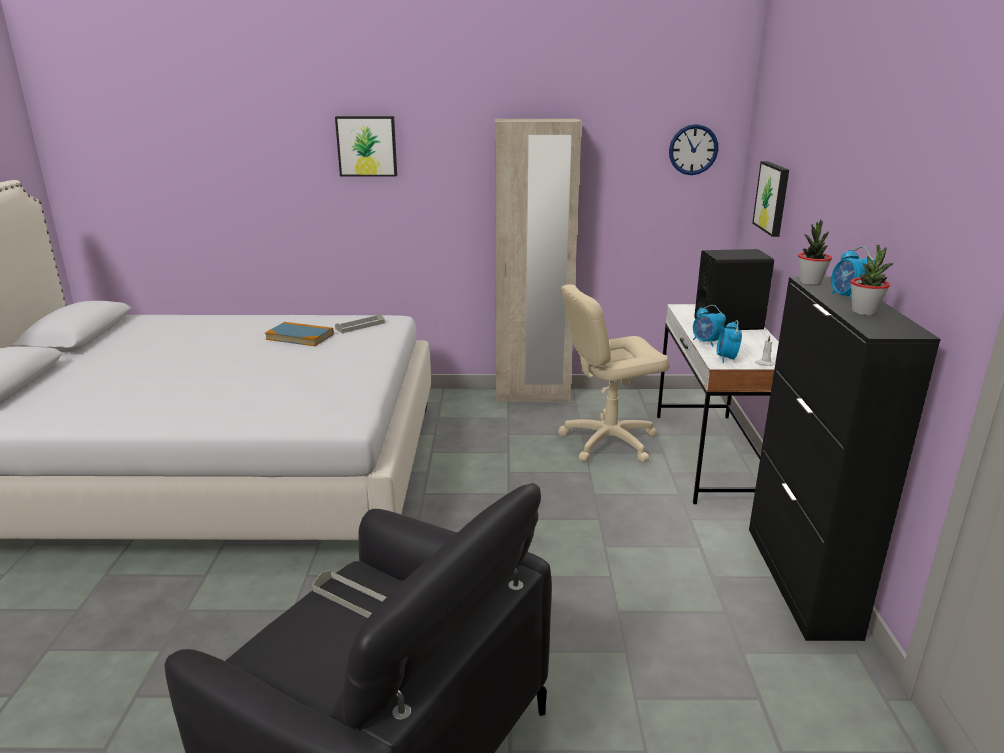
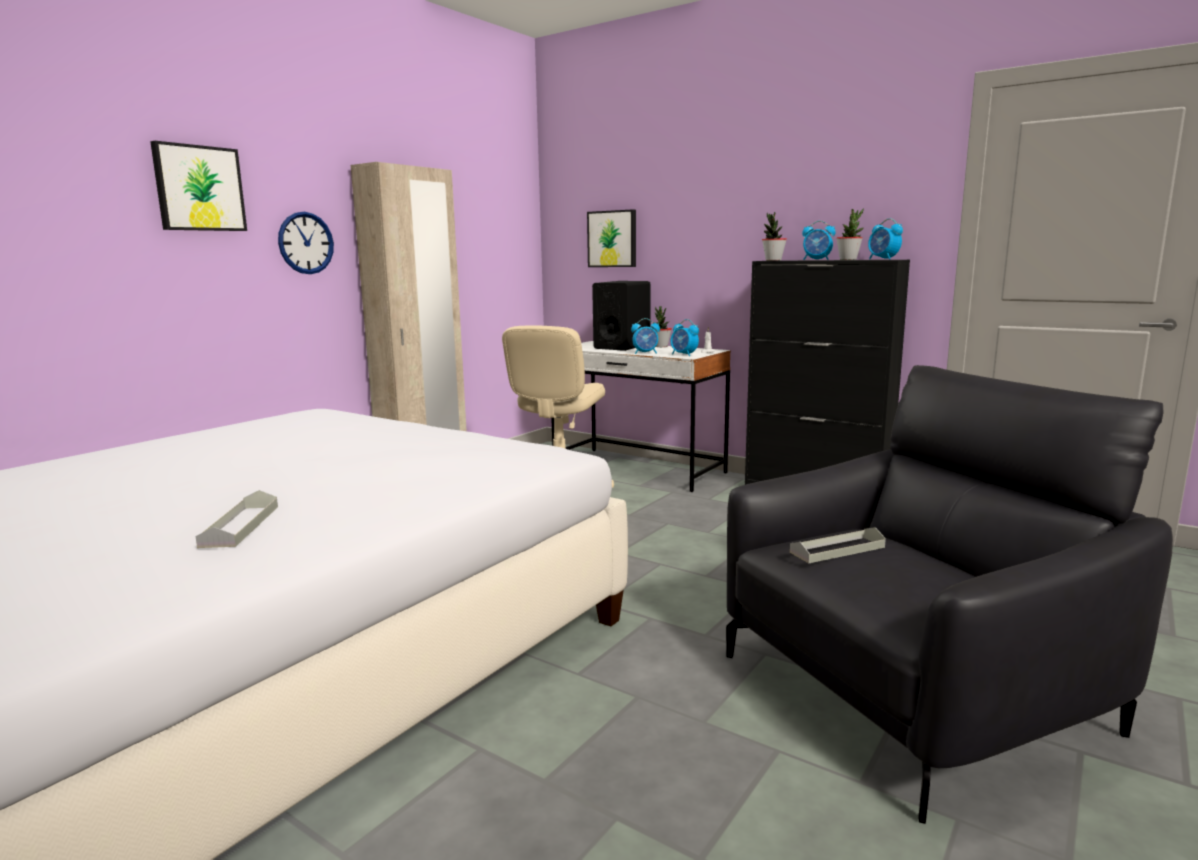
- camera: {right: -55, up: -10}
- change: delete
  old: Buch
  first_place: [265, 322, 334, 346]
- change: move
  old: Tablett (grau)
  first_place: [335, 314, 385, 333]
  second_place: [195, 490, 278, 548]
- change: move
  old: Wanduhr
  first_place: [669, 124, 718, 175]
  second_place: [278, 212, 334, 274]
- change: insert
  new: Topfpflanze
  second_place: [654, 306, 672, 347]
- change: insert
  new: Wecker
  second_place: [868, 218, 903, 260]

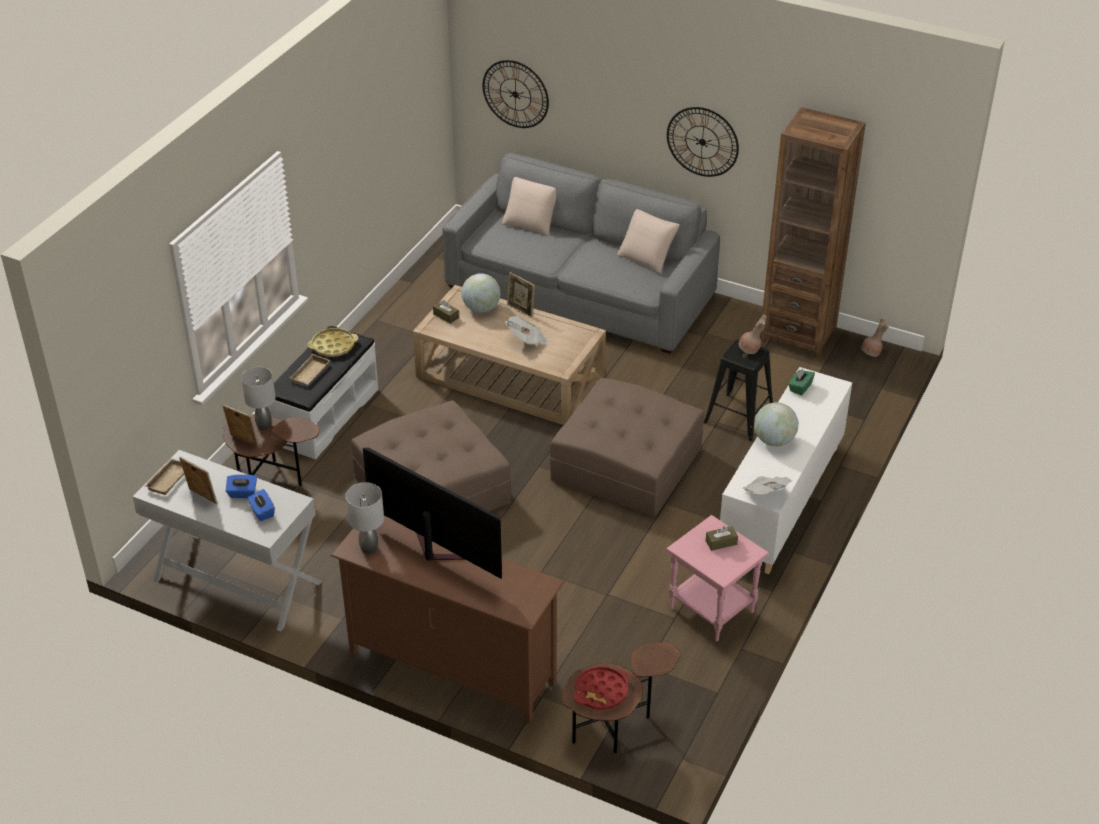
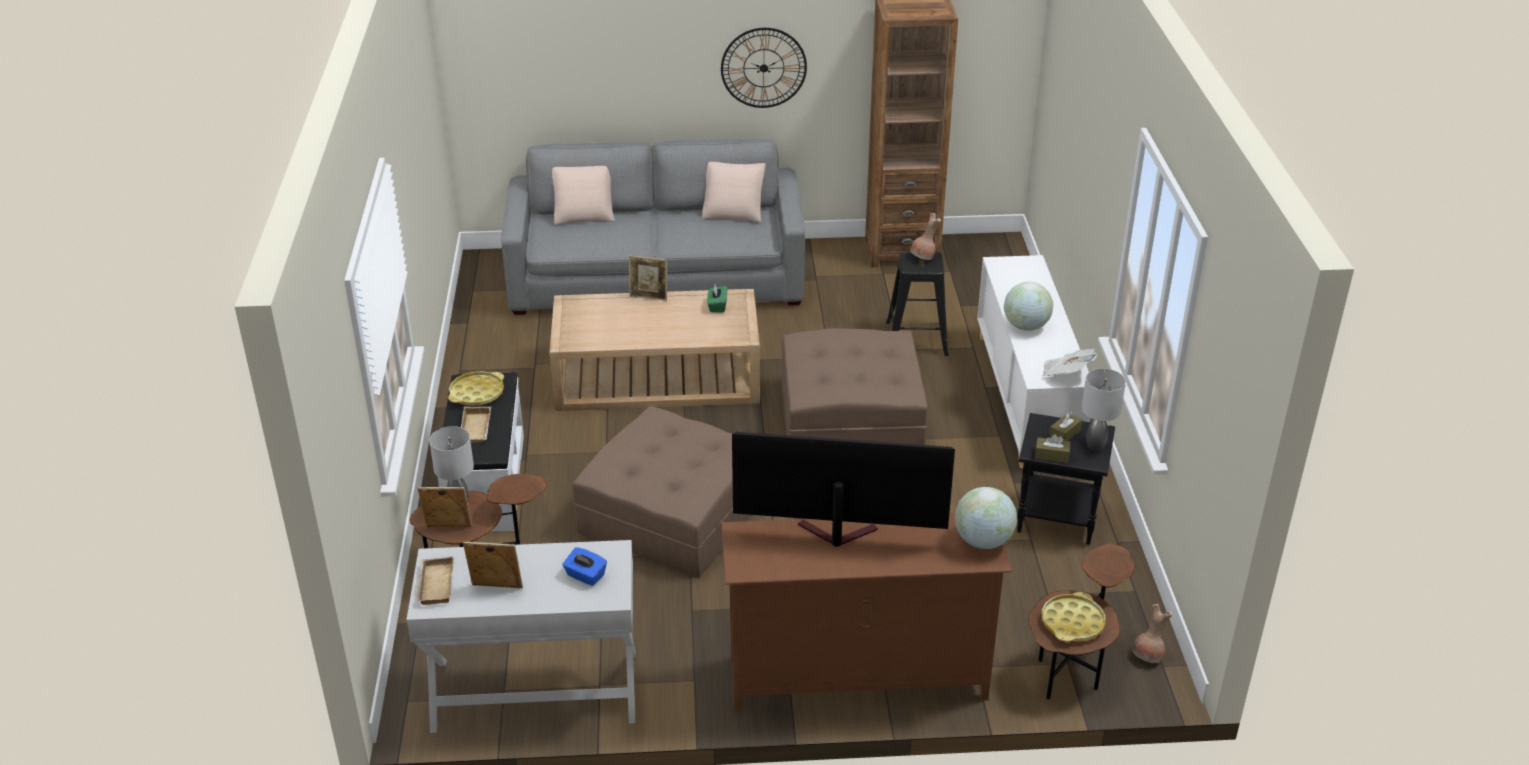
- camera: {right: -30, up: -5}
- change: delete
  old: Taschentuchbox (blau)
  first_place: [226, 474, 257, 498]
- change: move
  old: Tischlampe (grau)
  first_place: [346, 482, 384, 554]
  second_place: [1082, 368, 1126, 451]
- change: move
  old: Taschentuchbox (braun)
  first_place: [433, 300, 459, 324]
  second_place: [1035, 434, 1070, 463]
- change: move
  old: Globus
  first_place: [462, 273, 500, 313]
  second_place: [955, 487, 1017, 549]
- change: delete
  old: Wanduhr
  first_place: [483, 60, 549, 128]
- change: delete
  old: Zeitung
  first_place: [505, 316, 549, 345]
- change: recolor
  old: Tablett (rot)
  new: Tablett (gelb)
  first_place: [573, 666, 629, 710]
  second_place: [1042, 592, 1106, 642]
- change: recolor
  old: Beistelltisch (rosa)
  new: Beistelltisch (schwarz)
  first_place: [666, 515, 769, 641]
  second_place: [1017, 413, 1115, 545]
- change: move
  old: Taschentuchbox (grün)
  first_place: [788, 368, 815, 395]
  second_place: [707, 285, 727, 313]
- change: move
  old: Vase (braun)
  first_place: [861, 318, 889, 357]
  second_place: [1132, 604, 1173, 663]

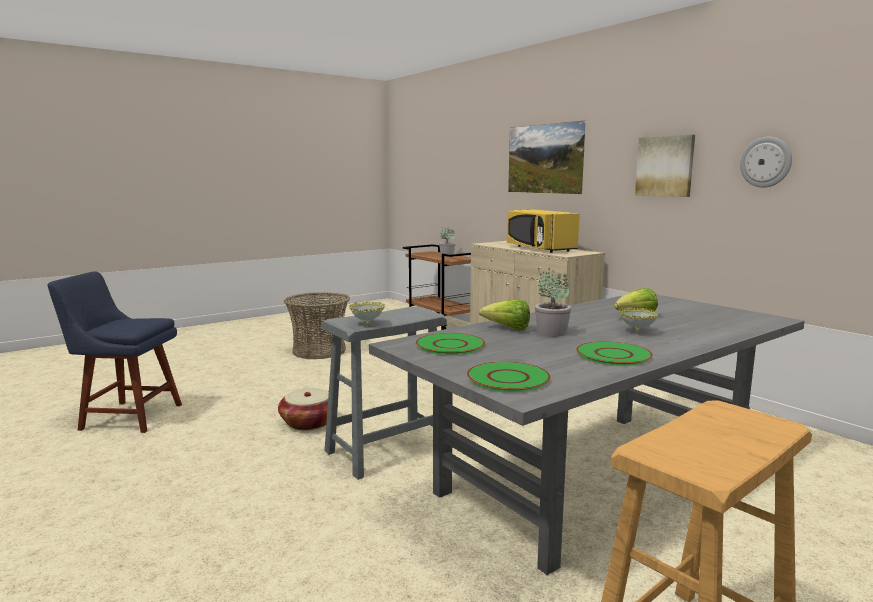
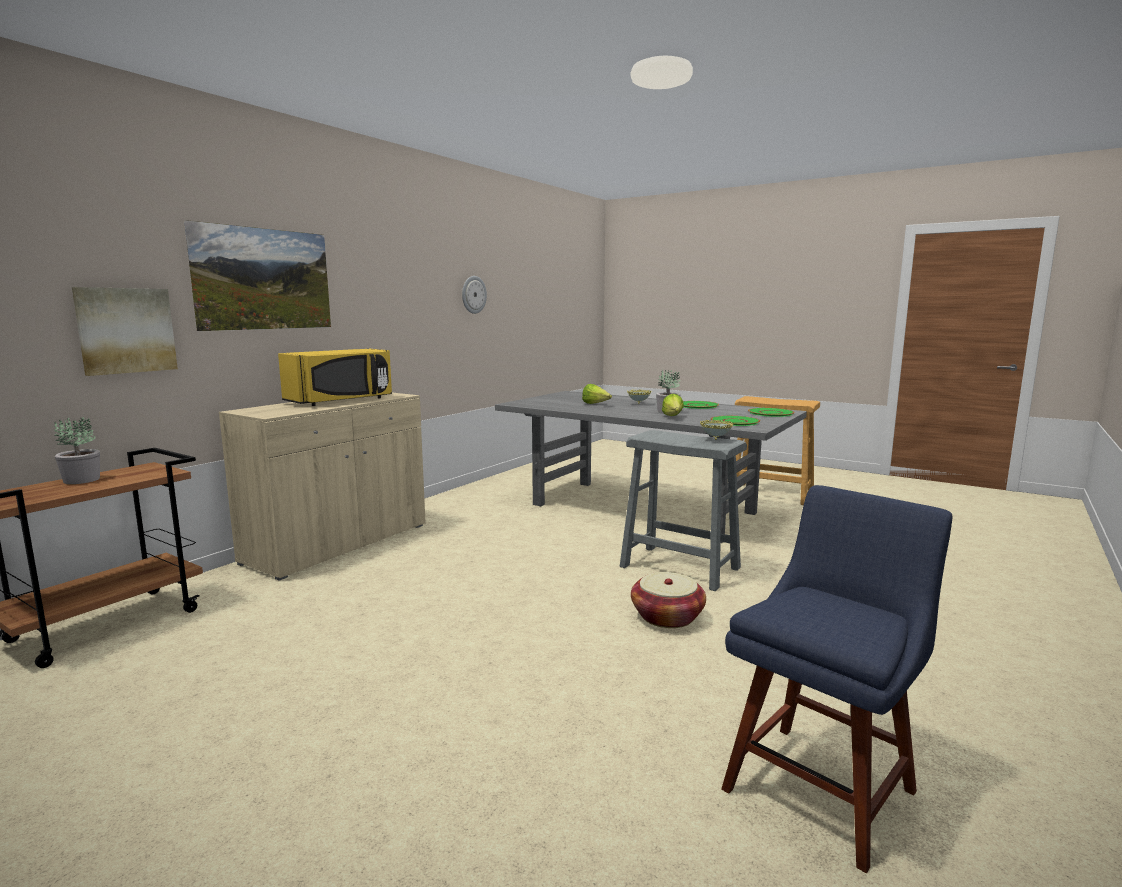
- camera: {right: -110, up: 0}
- change: rotate
  old: Stuhl (blau)
  first_place: [48, 272, 182, 433]
  second_place: [721, 485, 952, 873]
  degrees: -120
- change: delete
  old: Korb
  first_place: [284, 292, 350, 359]
- change: move
  old: Bild
  first_place: [635, 135, 695, 197]
  second_place: [72, 287, 178, 376]

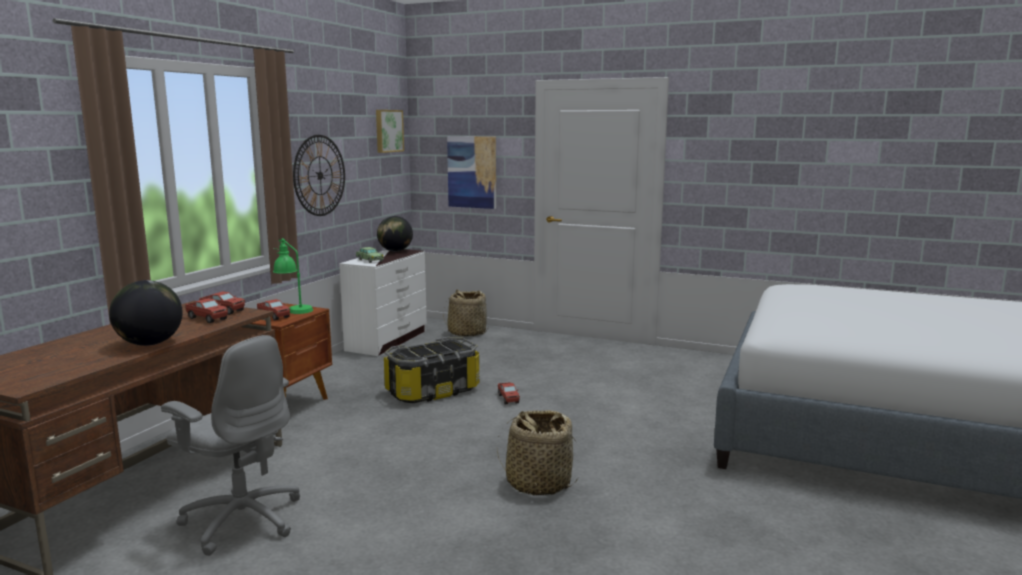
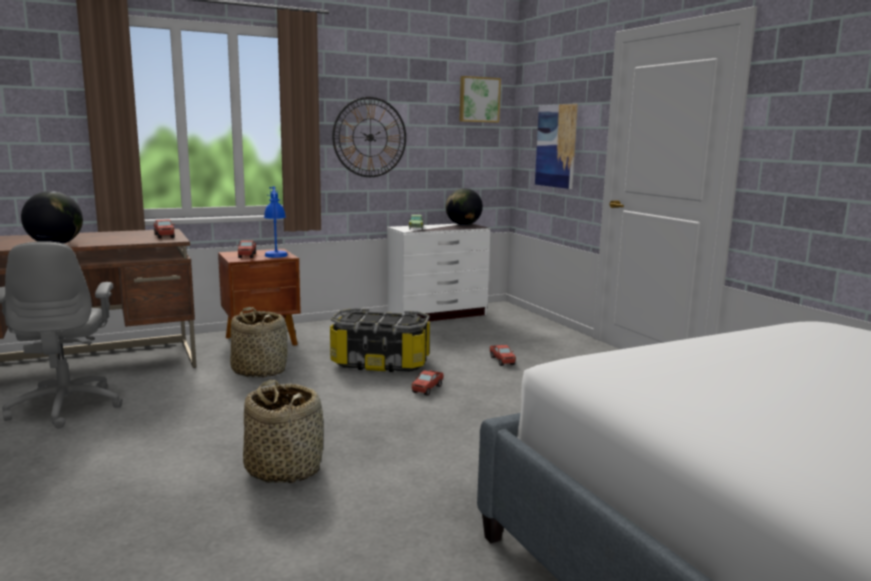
- camera: {right: 40, up: 0}
- change: move
  old: Spielzeuglaster
  first_place: [185, 298, 228, 323]
  second_place: [490, 345, 516, 366]
- change: recolor
  old: Tischlampe (grün)
  new: Tischlampe (blau)
  first_place: [273, 238, 313, 314]
  second_place: [264, 186, 288, 258]
- change: move
  old: Korb
  first_place: [443, 289, 489, 337]
  second_place: [230, 307, 287, 378]

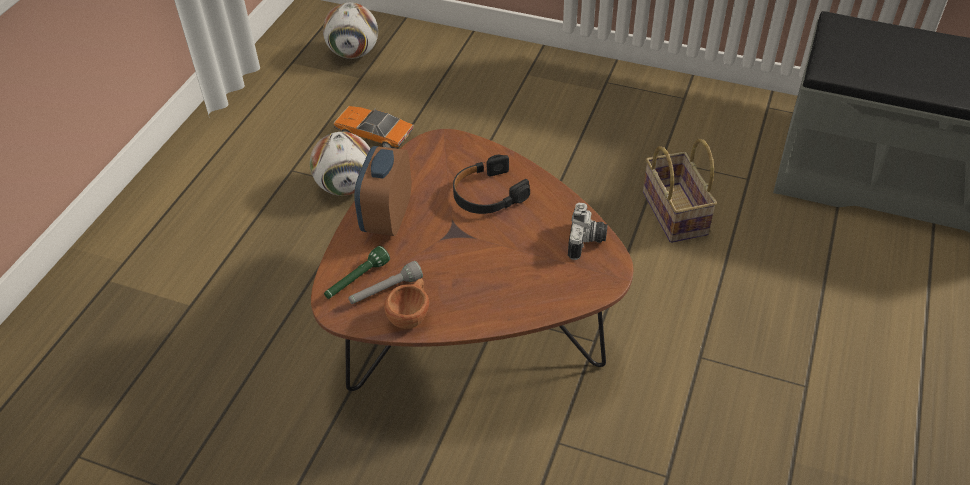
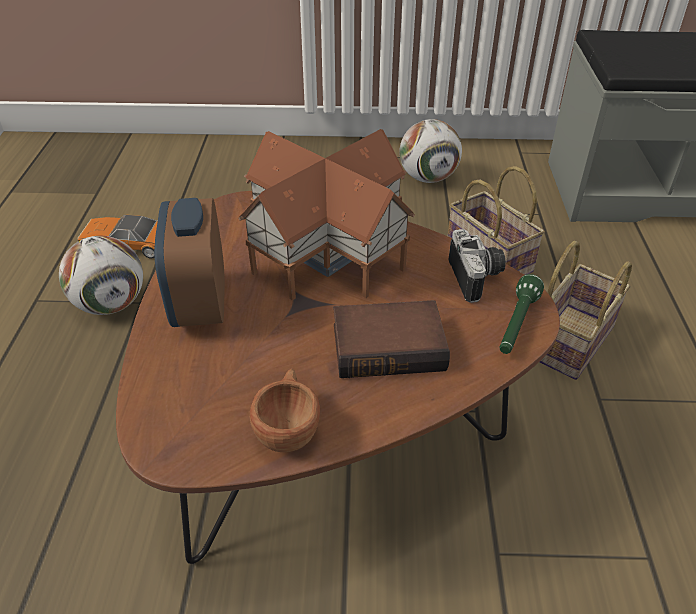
- camera: {right: -20, up: -5}
- change: move
  old: Fußball
  first_place: [323, 3, 378, 59]
  second_place: [399, 119, 462, 183]
- change: move
  old: Taschenlampe (grün)
  first_place: [324, 246, 390, 299]
  second_place: [500, 274, 544, 354]
- change: delete
  old: Taschenlampe (grau)
  first_place: [348, 261, 423, 304]
- change: replace
  old: Kopfhörer (schwarz)
  new: Spielzeughaus
  first_place: [453, 155, 530, 214]
  second_place: [238, 129, 415, 301]
- change: insert
  new: Buch
  second_place: [333, 300, 450, 378]
- change: insert
  new: Korb
  second_place: [539, 241, 632, 380]

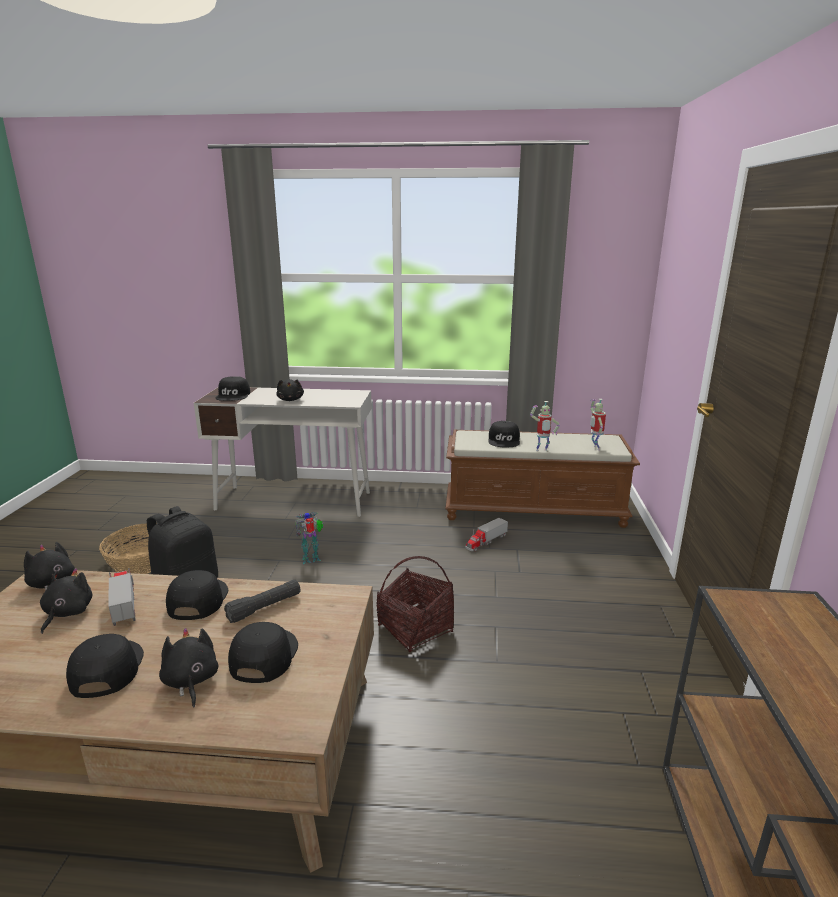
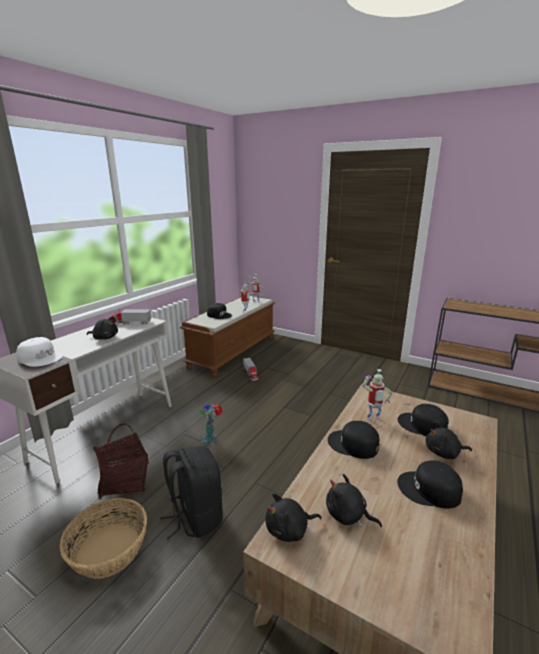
- camera: {right: -65, up: 0}
- change: move
  old: Spielzeuglaster
  first_place: [109, 568, 136, 626]
  second_place: [108, 309, 151, 325]
- change: recolor
  old: Kappe (schwarz)
  new: Kappe (weiß)
  first_place: [216, 376, 250, 401]
  second_place: [16, 337, 63, 367]
- change: replace
  old: Taschenlampe (schwarz)
  new: Spielzeugroboter
  first_place: [224, 580, 301, 623]
  second_place: [362, 369, 392, 420]
- change: move
  old: Korb
  first_place: [377, 556, 454, 652]
  second_place: [93, 423, 149, 499]

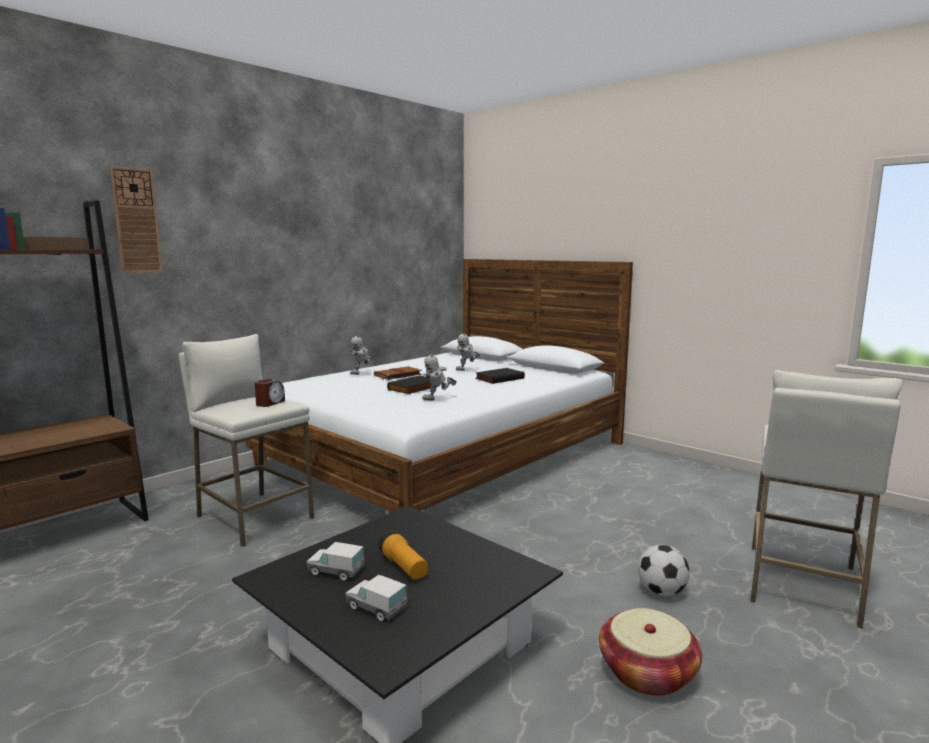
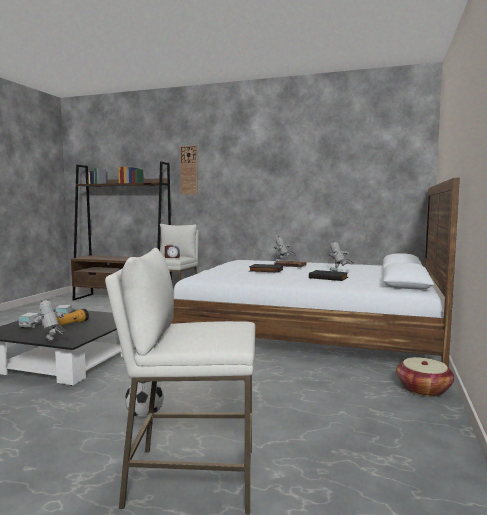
- camera: {right: 65, up: -5}
- change: move
  old: Spielzeugroboter
  first_place: [422, 353, 457, 400]
  second_place: [34, 298, 66, 342]
- change: move
  old: Korb
  first_place: [599, 608, 702, 696]
  second_place: [396, 357, 454, 397]

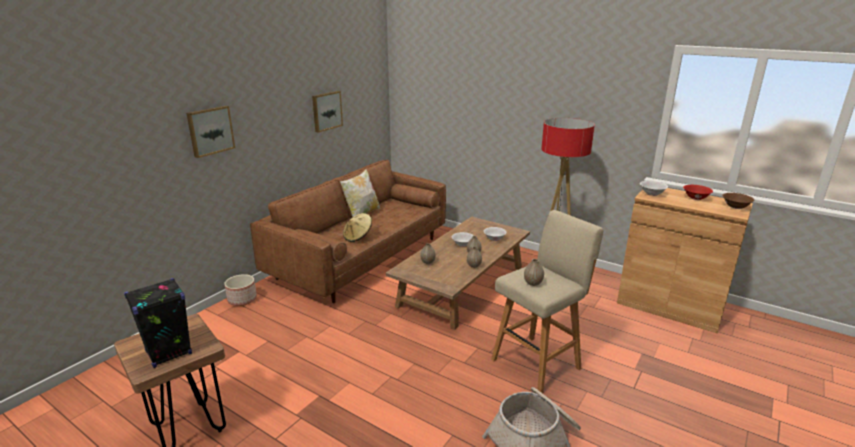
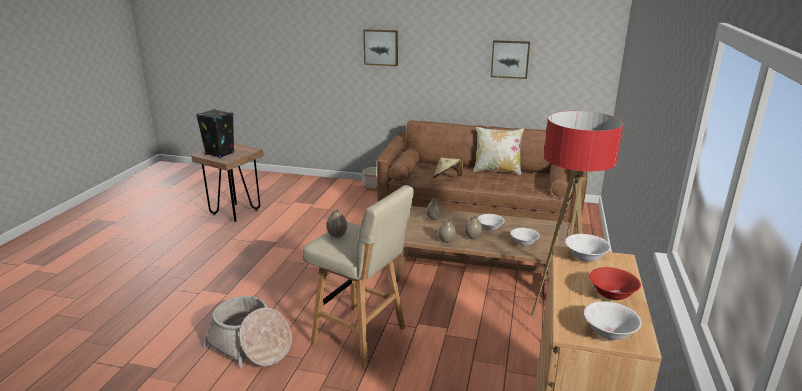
- camera: {right: 70, up: 0}
- change: recolor
  old: Schüssel (braun)
  new: Schüssel (weiß)
  first_place: [722, 193, 754, 209]
  second_place: [584, 301, 642, 340]

